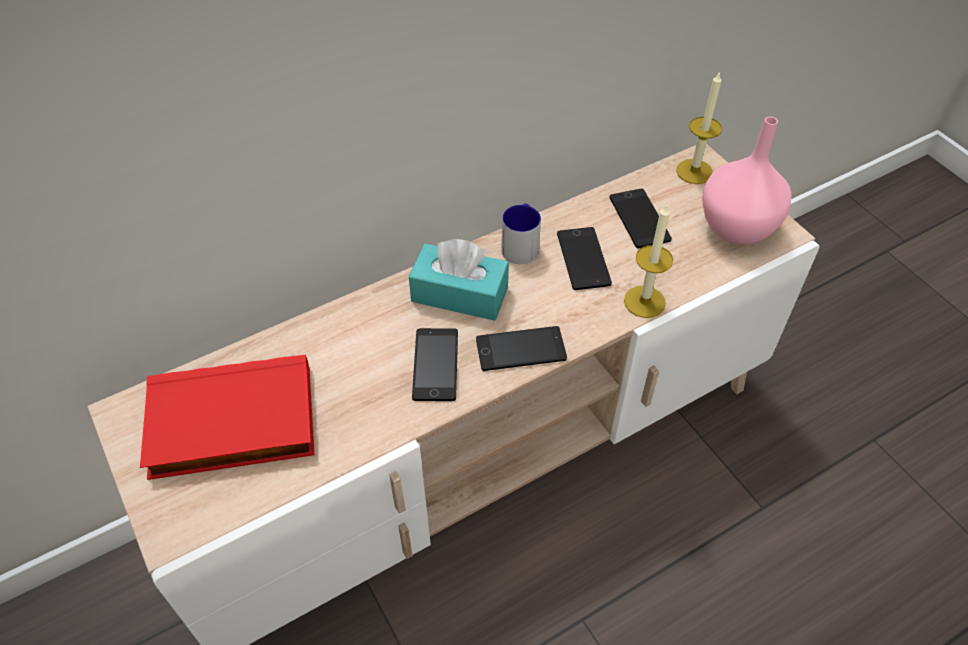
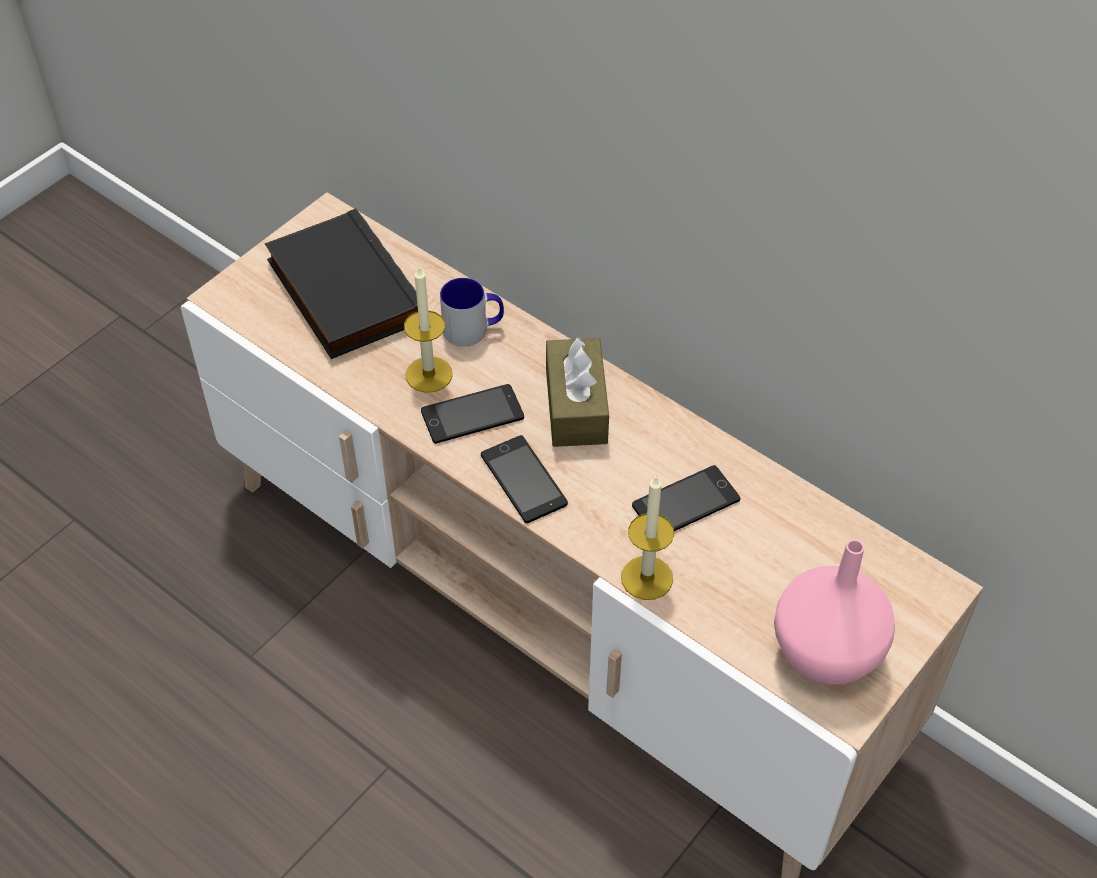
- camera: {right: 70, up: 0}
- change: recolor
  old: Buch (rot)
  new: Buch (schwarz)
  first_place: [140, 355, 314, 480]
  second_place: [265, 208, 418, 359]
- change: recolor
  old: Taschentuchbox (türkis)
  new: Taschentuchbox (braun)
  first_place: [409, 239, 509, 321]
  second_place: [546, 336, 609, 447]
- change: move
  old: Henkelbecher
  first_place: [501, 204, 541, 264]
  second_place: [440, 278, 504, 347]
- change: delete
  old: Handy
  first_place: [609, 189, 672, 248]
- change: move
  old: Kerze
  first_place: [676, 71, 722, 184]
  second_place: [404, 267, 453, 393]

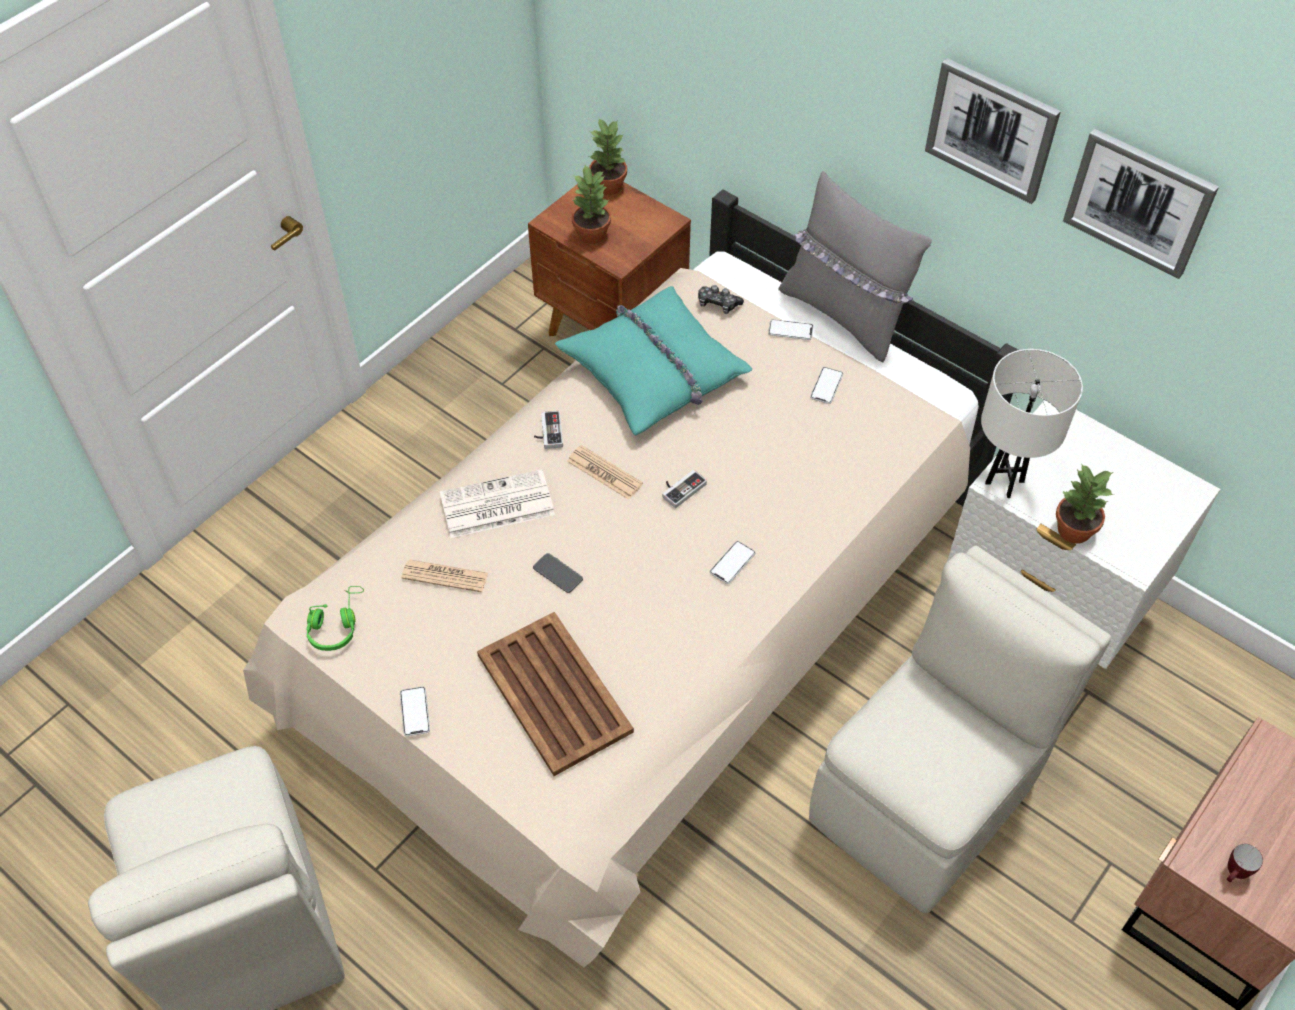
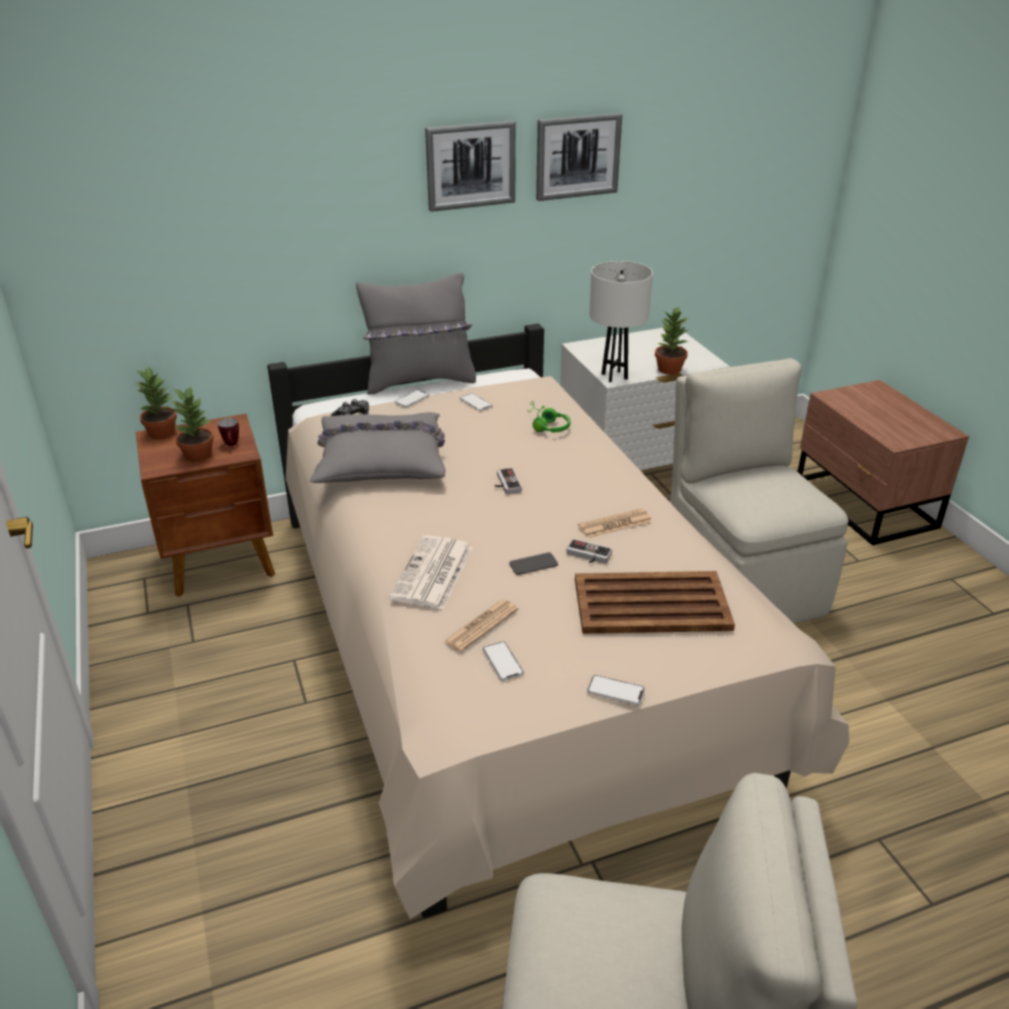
- camera: {right: -60, up: -20}
- change: move
  old: Kopfhörer (grün)
  first_place: [306, 586, 364, 651]
  second_place: [527, 401, 570, 432]
- change: move
  old: Gamepad
  first_place: [534, 411, 563, 449]
  second_place: [566, 539, 612, 564]
- change: recolor
  old: Kissen (türkis)
  new: Kissen (grau)
  first_place: [555, 286, 753, 436]
  second_place: [310, 412, 446, 483]
- change: move
  old: Zeitung
  first_place: [567, 445, 643, 500]
  second_place: [578, 508, 652, 538]
- change: move
  old: Handy
  first_place: [710, 541, 755, 584]
  second_place: [482, 641, 524, 681]
- change: move
  old: Henkelbecher
  first_place: [1227, 844, 1263, 882]
  second_place: [218, 418, 239, 446]

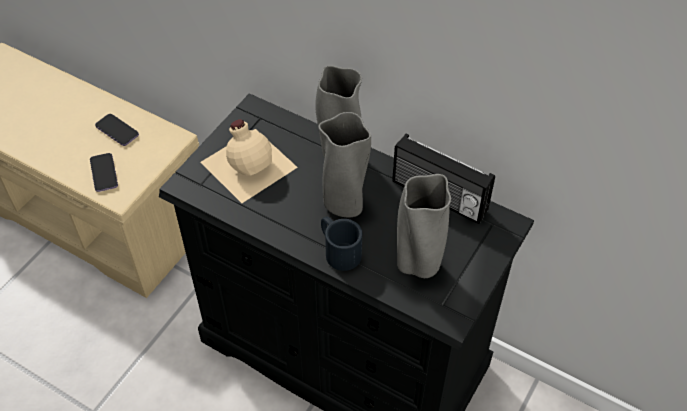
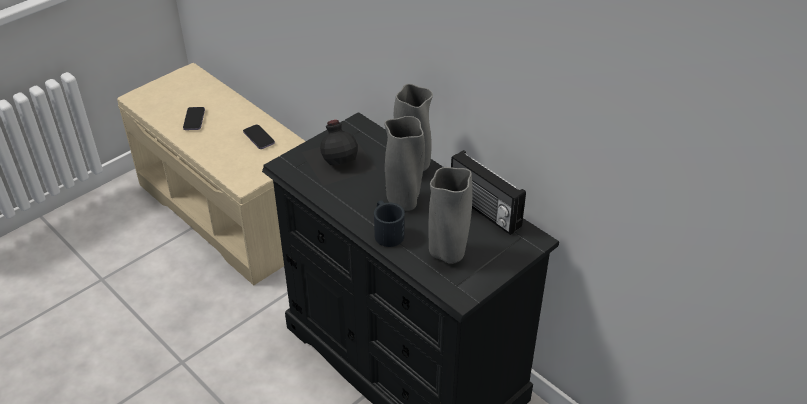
- camera: {right: 15, up: -10}
- change: move
  old: Handy
  first_place: [90, 153, 118, 192]
  second_place: [183, 107, 205, 130]
- change: recolor
  old: Flasche (beige)
  new: Flasche (schwarz)
  first_place: [201, 120, 298, 203]
  second_place: [302, 120, 377, 186]

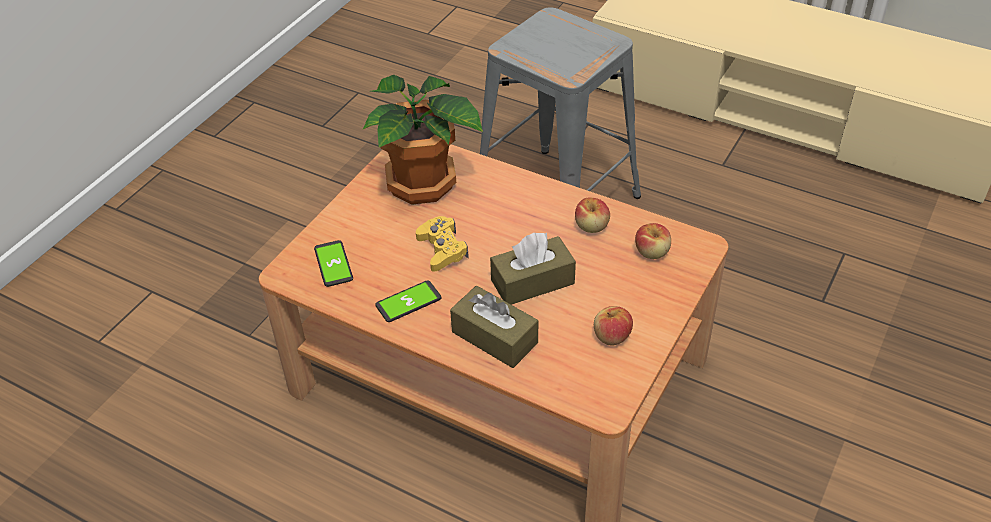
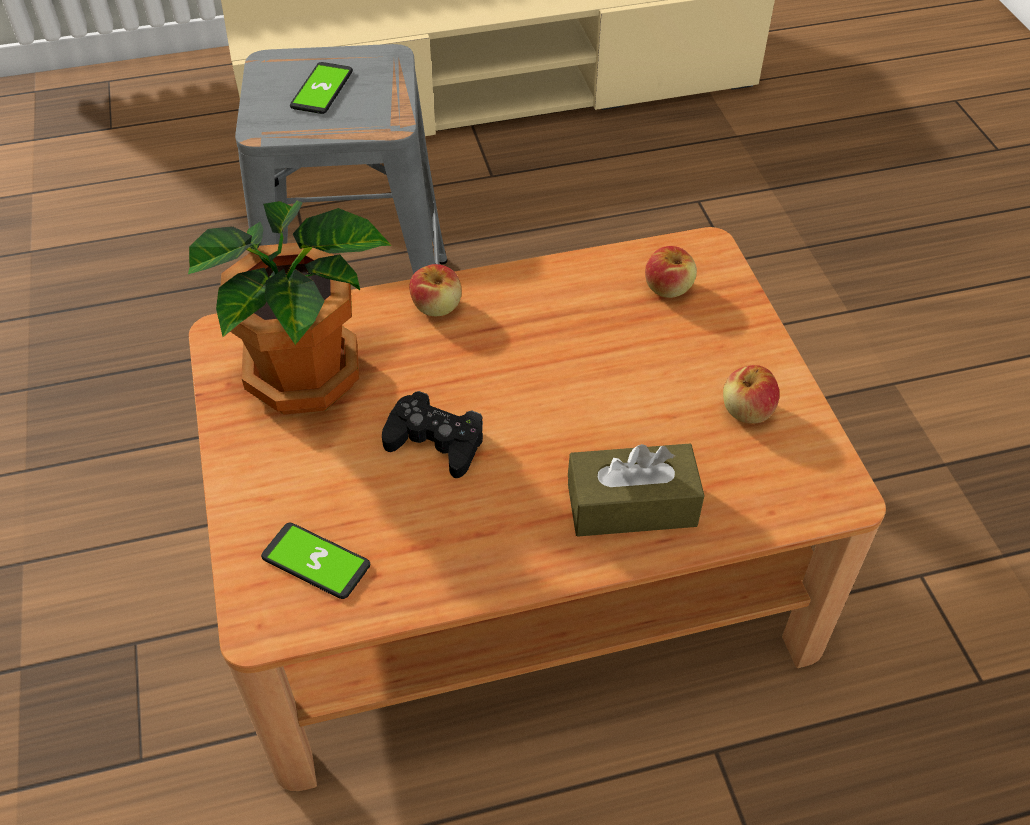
- camera: {right: -45, up: 5}
- change: move
  old: Handy
  first_place: [375, 280, 442, 322]
  second_place: [290, 62, 353, 114]
- change: recolor
  old: Gamepad (gelb)
  new: Gamepad (schwarz)
  first_place: [416, 216, 469, 272]
  second_place: [382, 391, 483, 478]
- change: delete
  old: Taschentuchbox (braun)
  first_place: [490, 233, 576, 305]
- change: move
  old: Apfel
  first_place: [575, 197, 610, 233]
  second_place: [409, 264, 462, 316]

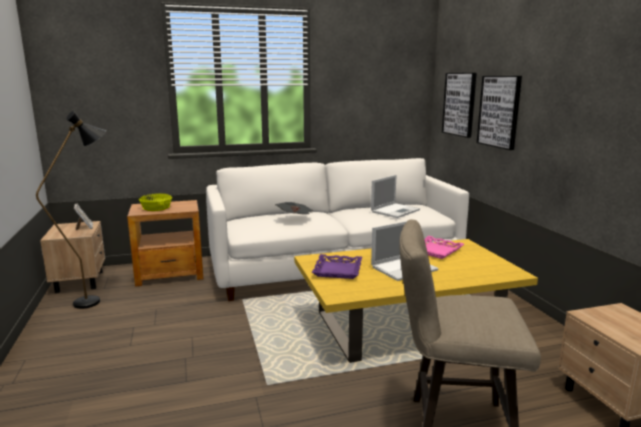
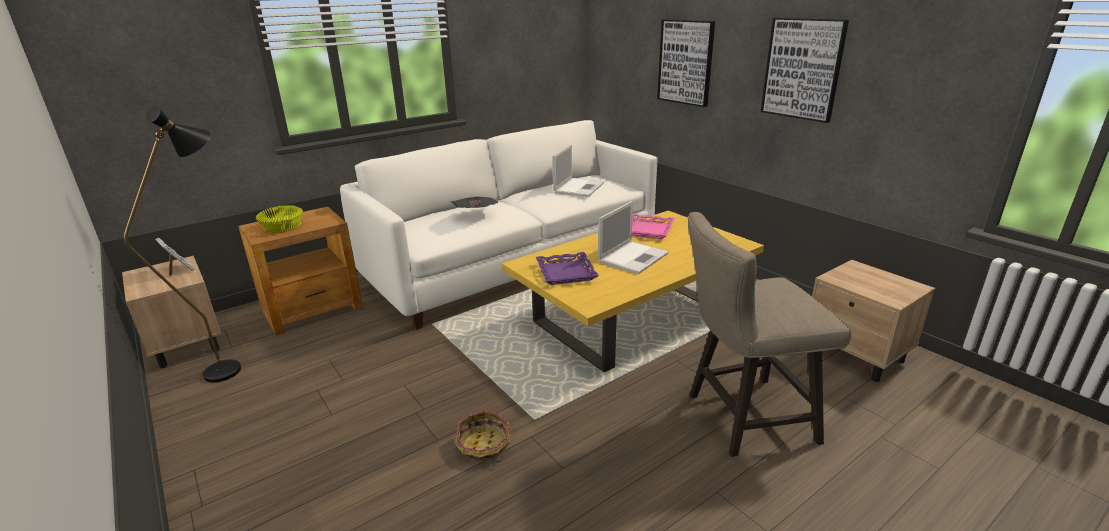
- camera: {right: -20, up: 10}
- change: move
  old: Bild
  first_place: [442, 73, 477, 138]
  second_place: [761, 18, 849, 123]
- change: insert
  new: Korb
  second_place: [454, 410, 511, 462]

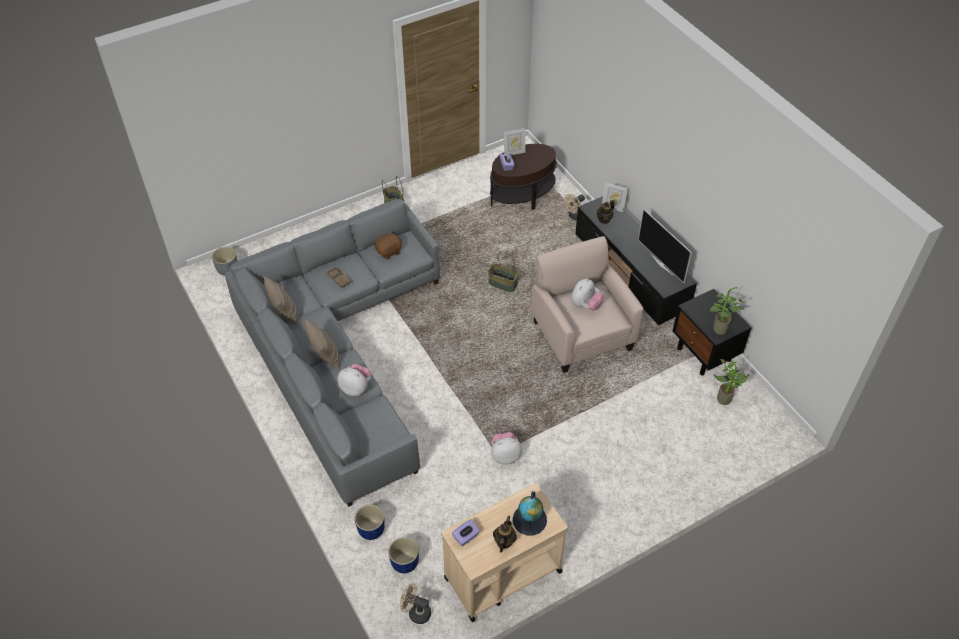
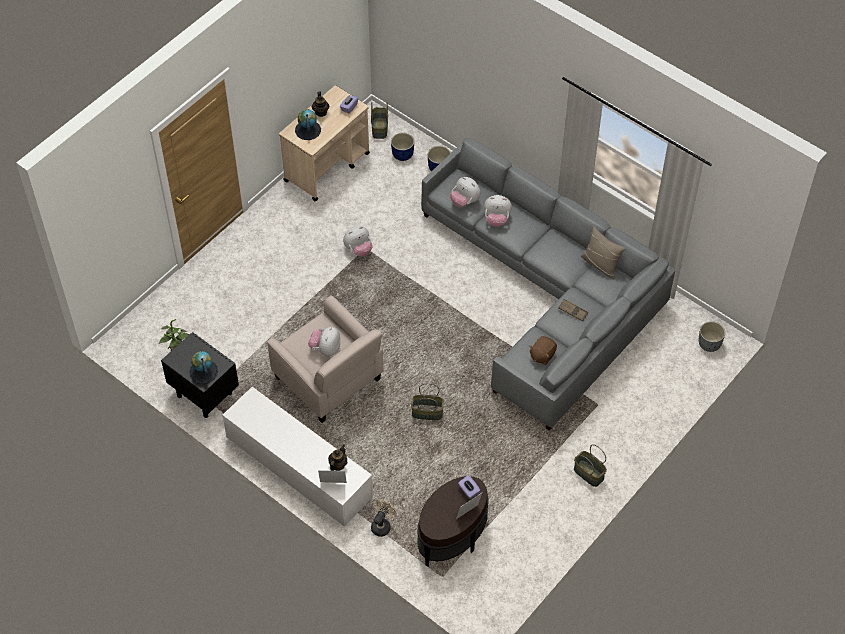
- camera: {right: 160, up: 5}
- change: delete
  old: Kissen (beige)
  first_place: [304, 319, 340, 370]
- change: replace
  old: Ventilator (beige)
  new: Korb
  first_place: [400, 583, 431, 624]
  second_place: [371, 101, 388, 139]
- change: recolor
  old: Fernsehschrank (schwarz)
  new: Fernsehschrank (weiß)
  first_place: [575, 196, 697, 325]
  second_place: [222, 387, 373, 526]
- change: delete
  old: Fernseher
  first_place: [638, 209, 692, 283]
- change: delete
  old: Topfpflanze
  first_place: [709, 287, 746, 335]
- change: insert
  new: Globus
  second_place: [189, 351, 218, 384]
- change: insert
  new: Plüschtier
  second_place: [450, 177, 481, 207]

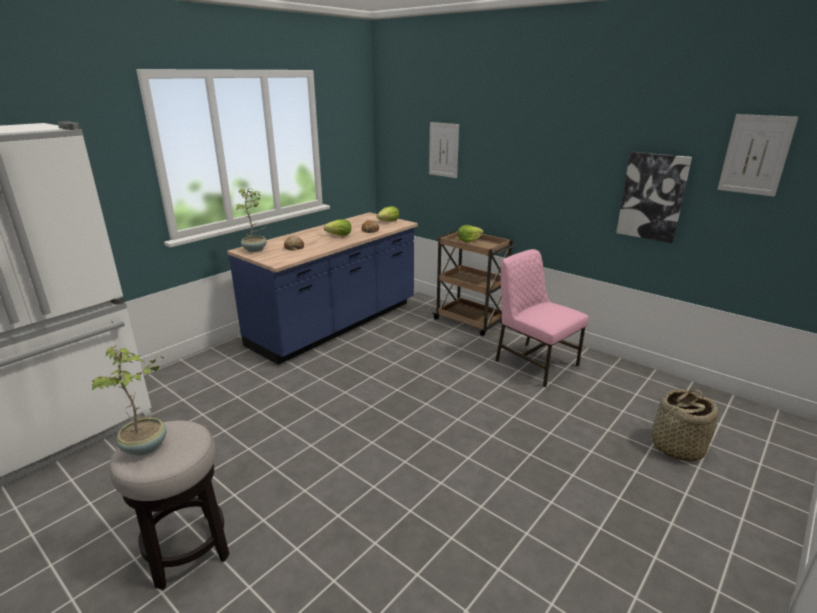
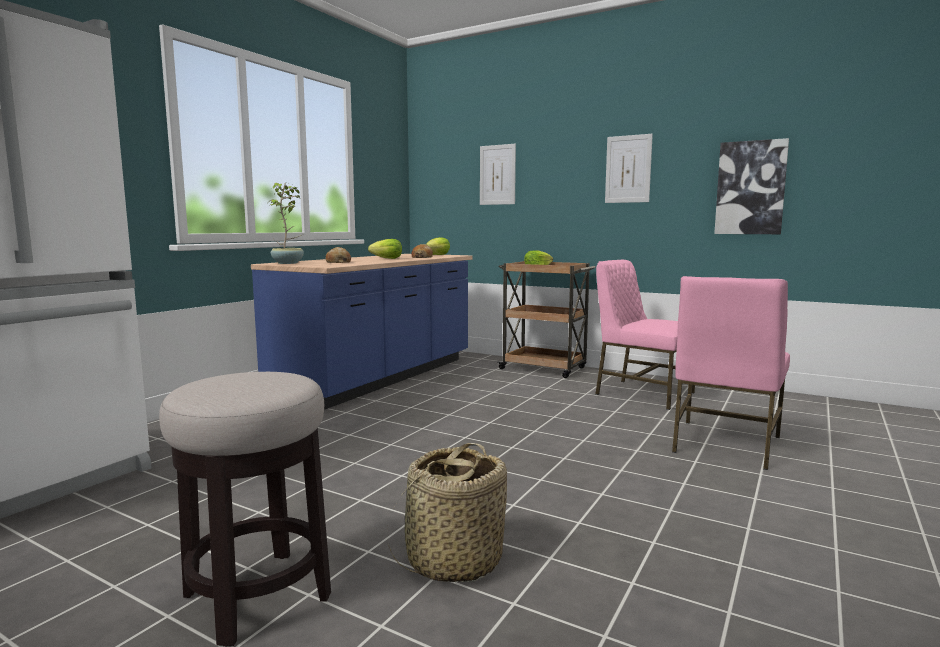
- camera: {right: -10, up: -15}
- change: delete
  old: Topfpflanze
  first_place: [91, 346, 167, 455]
- change: move
  old: Korb
  first_place: [651, 389, 718, 461]
  second_place: [388, 443, 507, 582]
- change: move
  old: Bild
  first_place: [718, 114, 798, 197]
  second_place: [605, 134, 653, 203]
- change: insert
  new: Stuhl (rosa)
  second_place: [672, 276, 790, 470]

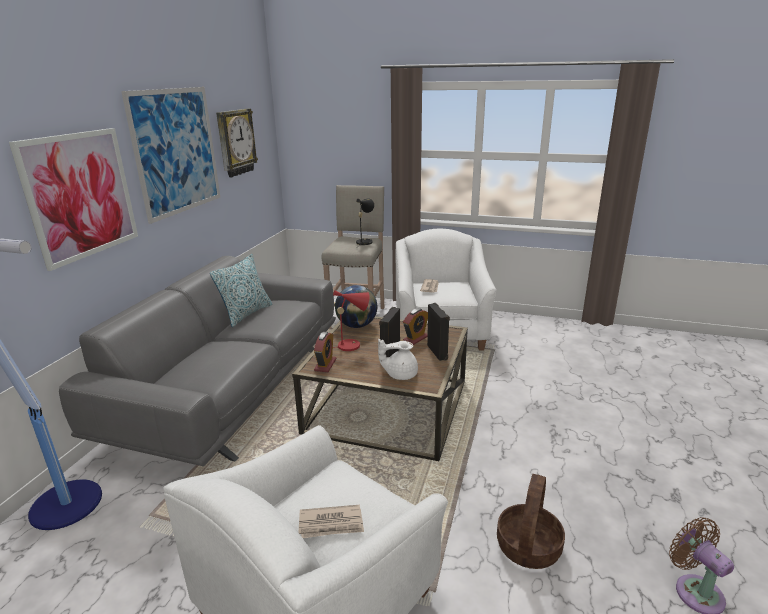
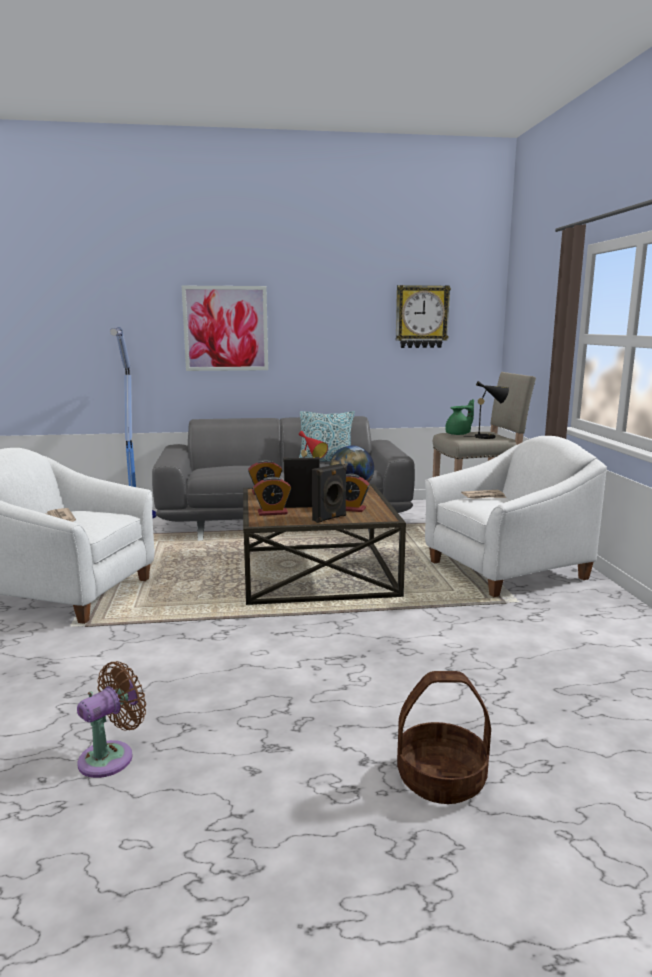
- camera: {right: 65, up: -10}
- change: delete
  old: Bild
  first_place: [121, 87, 220, 224]
- change: replace
  old: Teekanne (weiß)
  new: Wecker
  first_place: [378, 339, 418, 380]
  second_place: [253, 477, 291, 516]
- change: move
  old: Korb
  first_place: [497, 474, 565, 569]
  second_place: [397, 671, 491, 804]
- change: insert
  new: Teekanne (grün)
  second_place: [445, 399, 474, 435]

